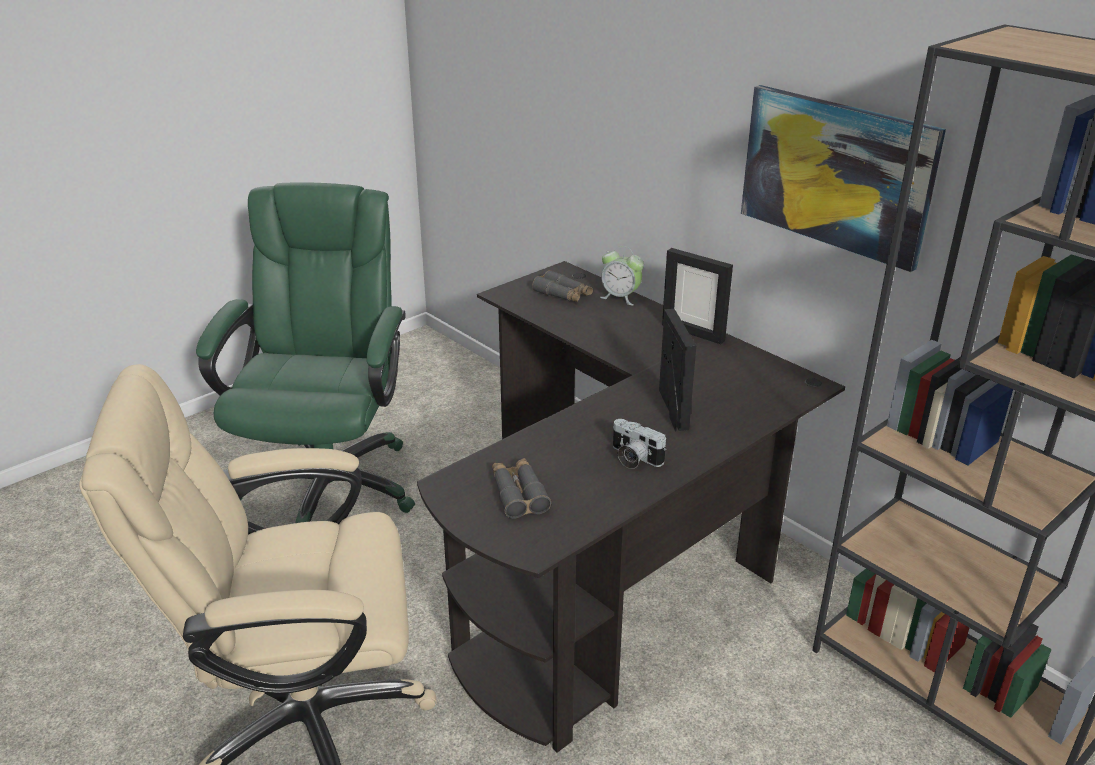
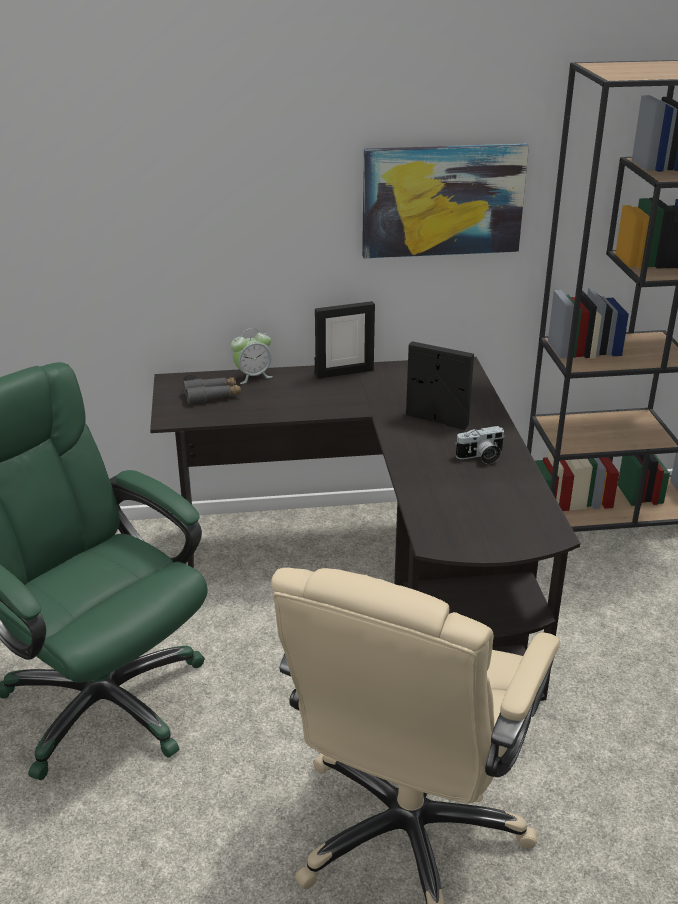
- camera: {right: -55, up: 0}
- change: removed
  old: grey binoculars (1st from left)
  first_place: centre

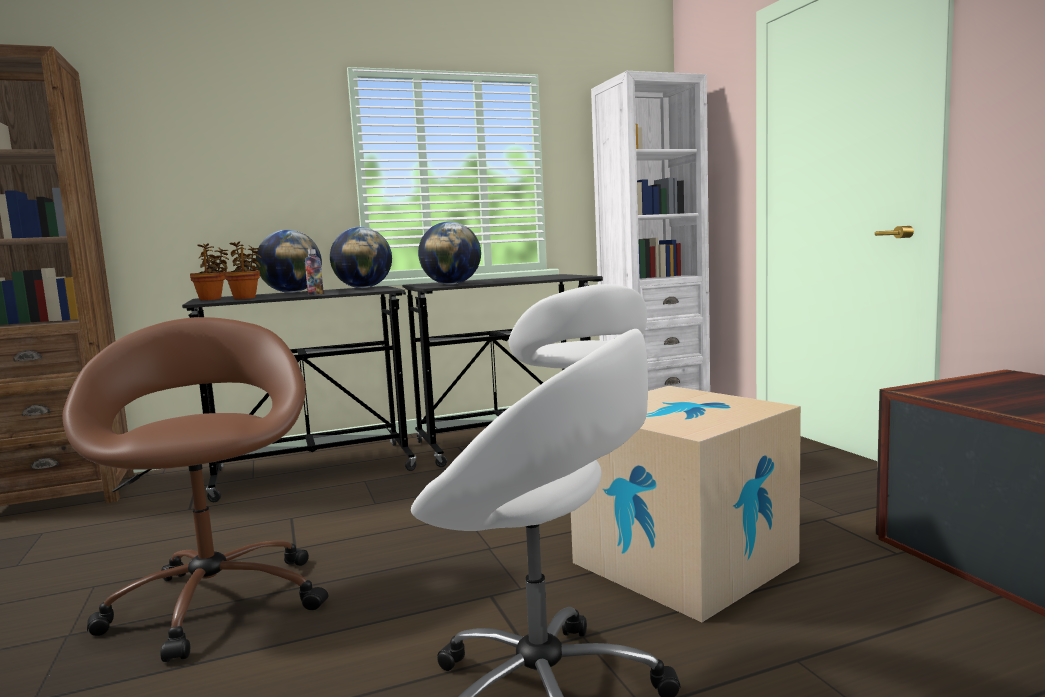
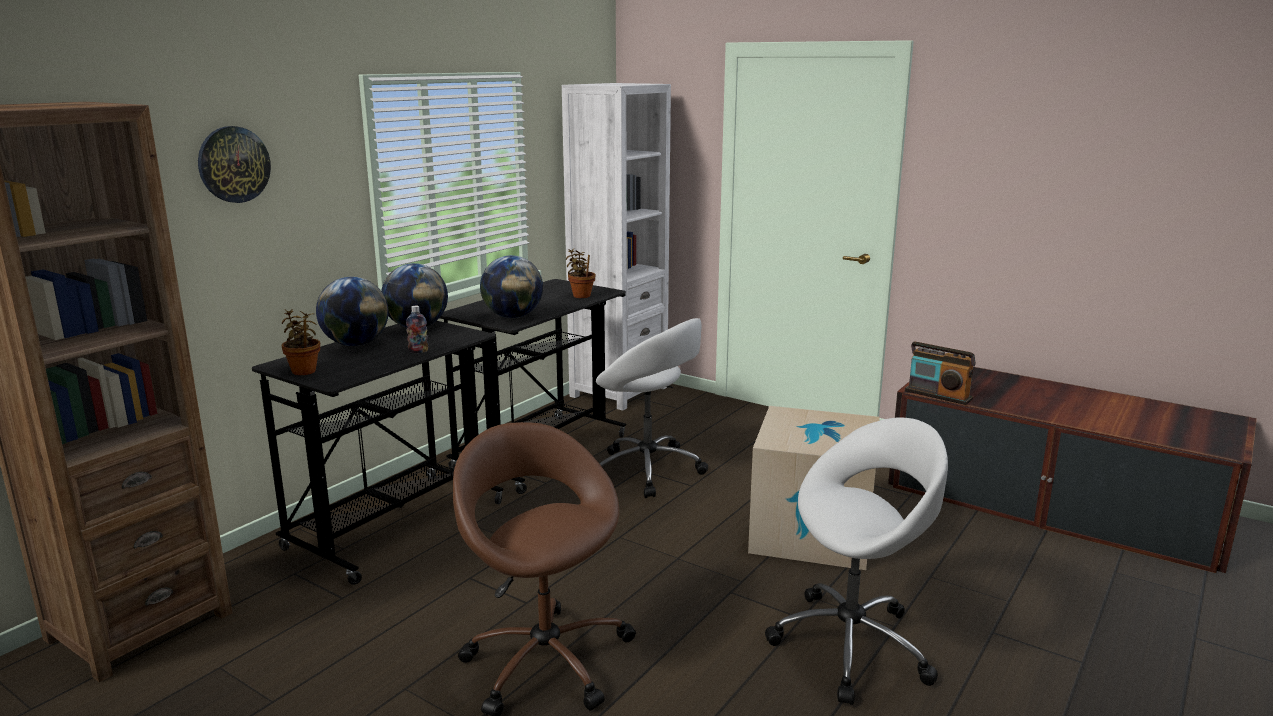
- camera: {right: -35, up: 10}
- change: added
  new: wall clock
  second_place: top left
- change: added
  new: radio
  second_place: middle right
- change: moved
  old: potted plant (2nd from left)
  first_place: middle left
  second_place: centre

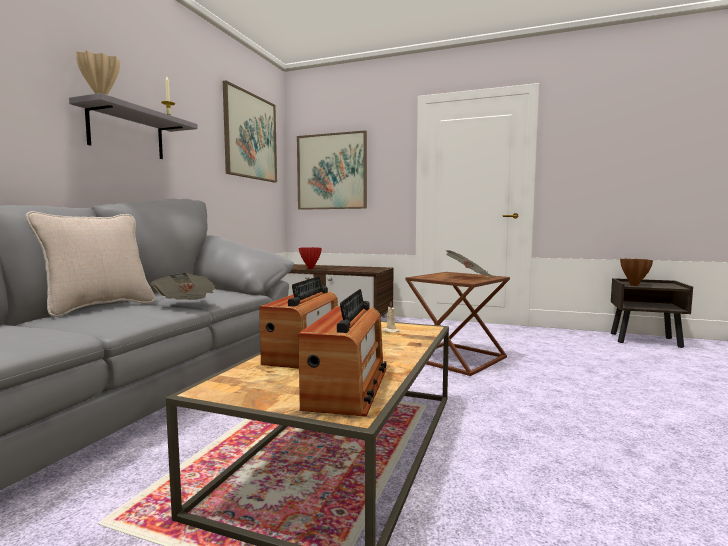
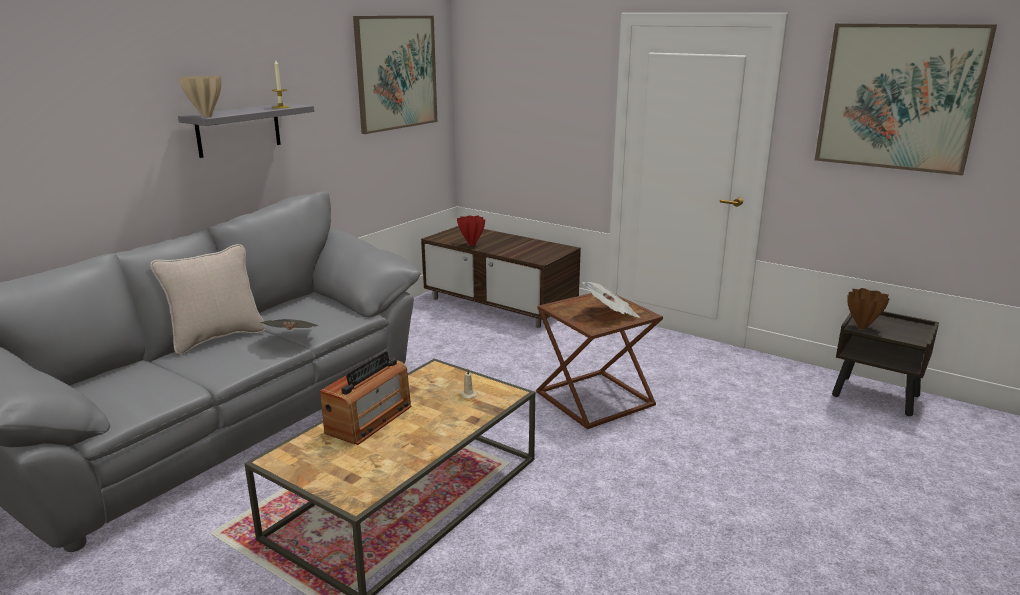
- camera: {right: 15, up: 15}
- change: removed
  old: radio (2nd from left)
  first_place: centre
- change: moved
  old: picture (2nd from left)
  first_place: top centre
  second_place: top right

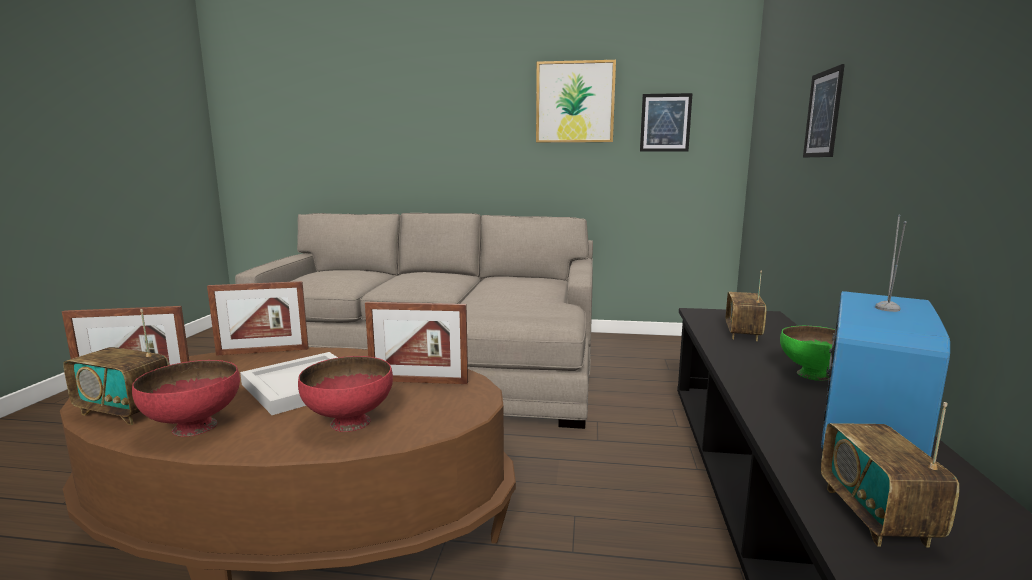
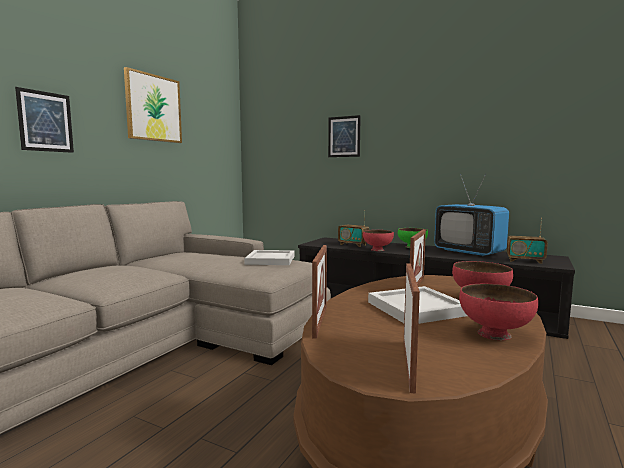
- camera: {right: -70, up: -5}
- change: removed
  old: radio (1st from left)
  first_place: middle left
- change: added
  new: white tray (1st from left)
  second_place: centre
- change: added
  new: red bowl (1st from left)
  second_place: centre
- change: moved
  old: picture (2nd from left in the first image)
  new: picture (1st from left)
  first_place: top centre
  second_place: top left

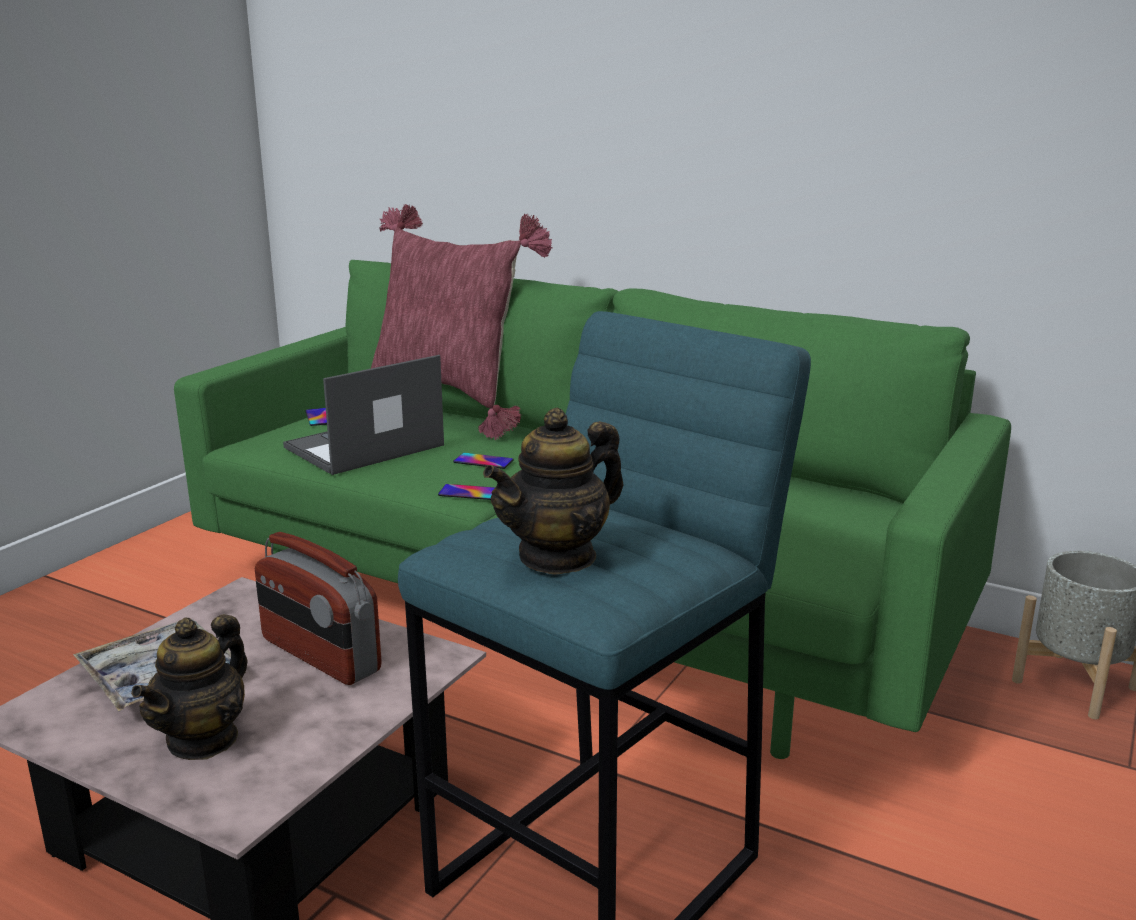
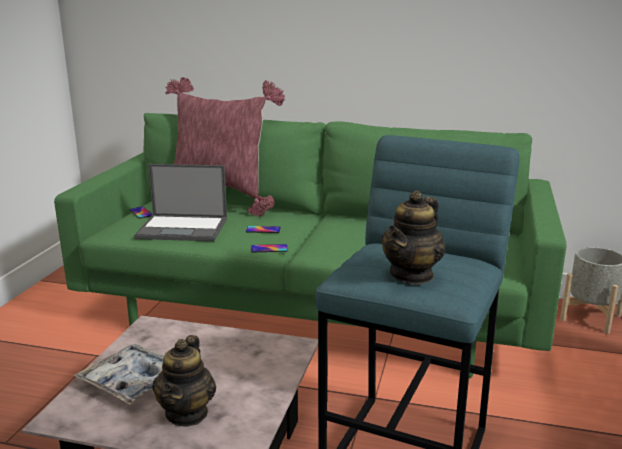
- camera: {right: -15, up: 0}
- change: removed
  old: radio
  first_place: middle left
- change: turned
  old: laptop
  first_place: middle left
  second_place: middle left
  degrees: -120

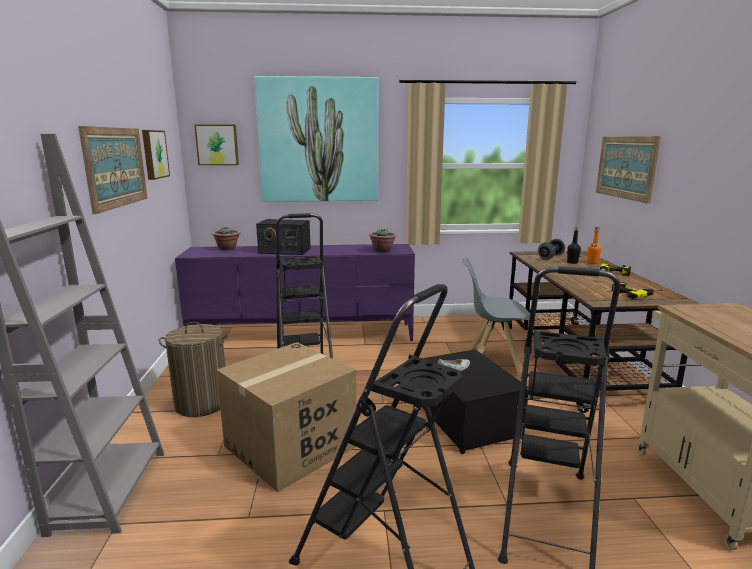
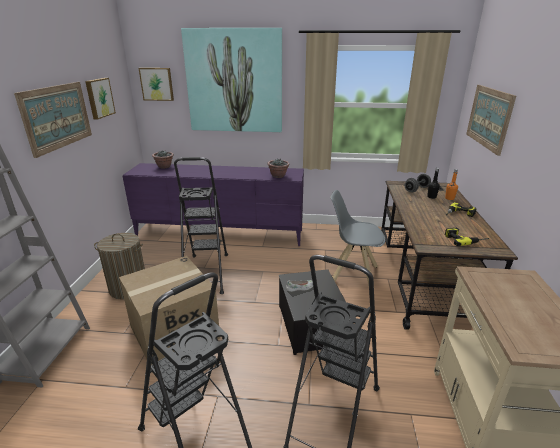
- camera: {right: 10, up: 10}
- change: removed
  old: radio
  first_place: centre

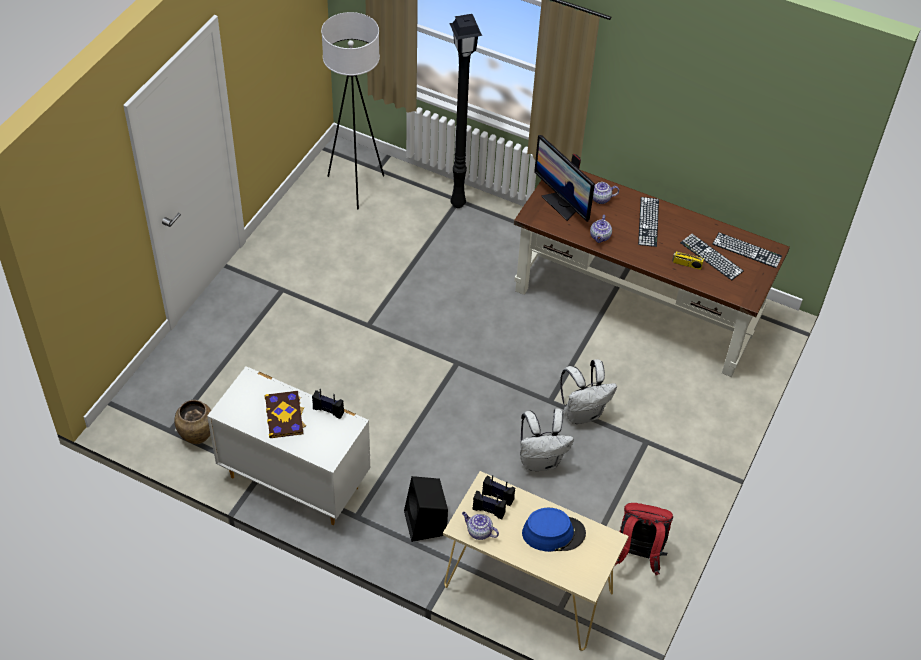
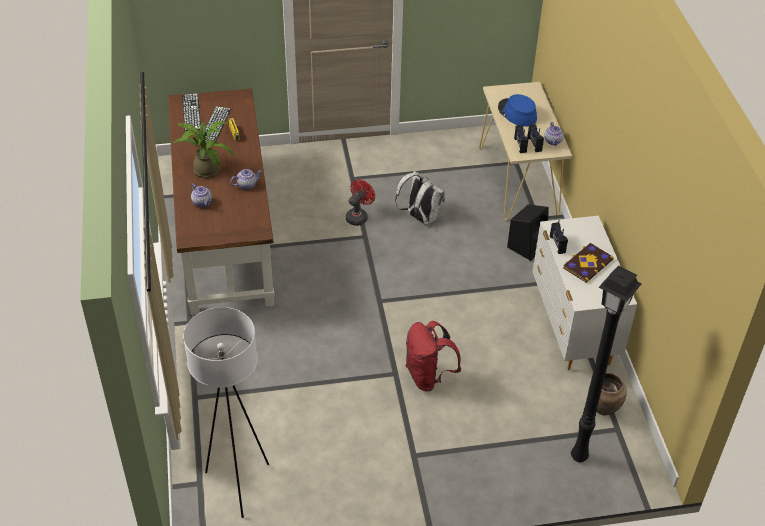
- camera: {right: -125, up: -5}
- change: removed
  old: monitor
  first_place: top centre
- change: moved
  old: black floor lamp
  first_place: top centre
  second_place: bottom right
- change: moved
  old: red backpack
  first_place: bottom right
  second_place: bottom centre
- change: replaced
  old: white backpack (2nd from left)
  new: red fan
  first_place: centre
  second_place: centre
- change: replaced
  old: keyboard (1st from left)
  new: potted plant
  first_place: middle right
  second_place: top left

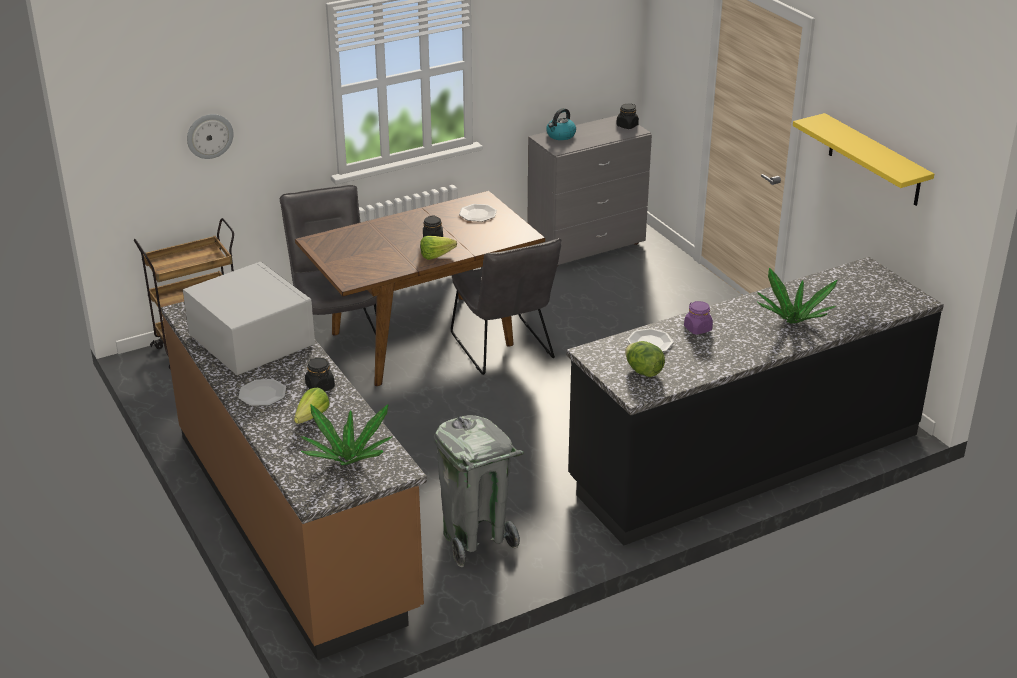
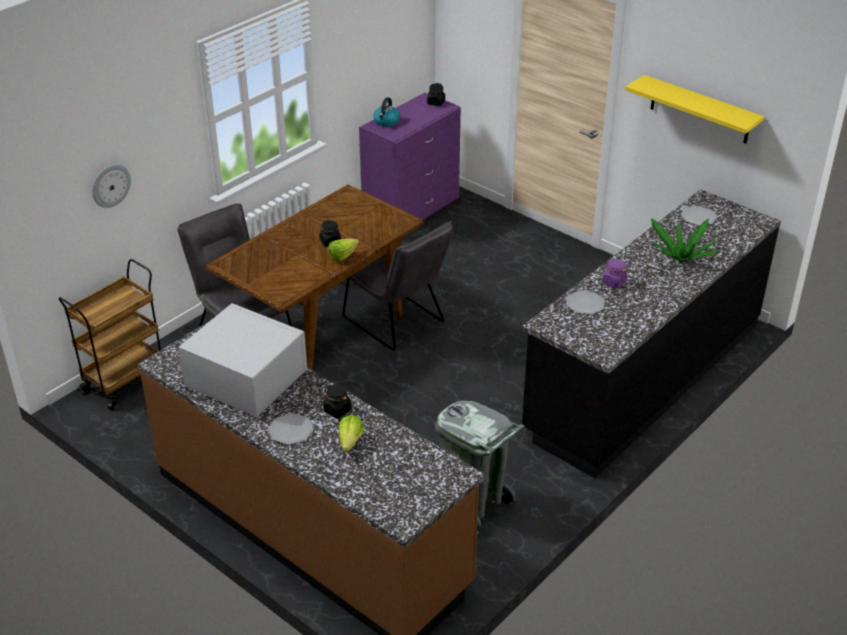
- camera: {right: -20, up: 5}
- change: removed
  old: potted plant (1st from left)
  first_place: centre
- change: removed
  old: lettuce (3rd from left)
  first_place: centre
- change: moved
  old: plate (2nd from left in the first image)
  new: plate (3rd from left)
  first_place: top centre
  second_place: middle right
- change: recoloured
  old: grey dresser
  new: purple dresser
  first_place: top centre
  second_place: top centre

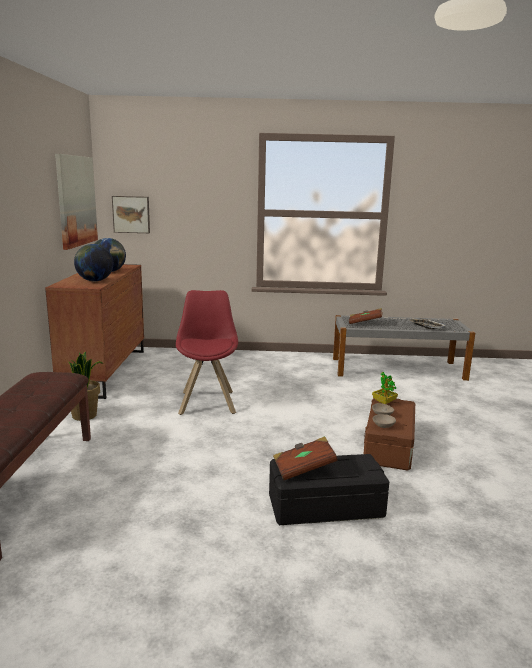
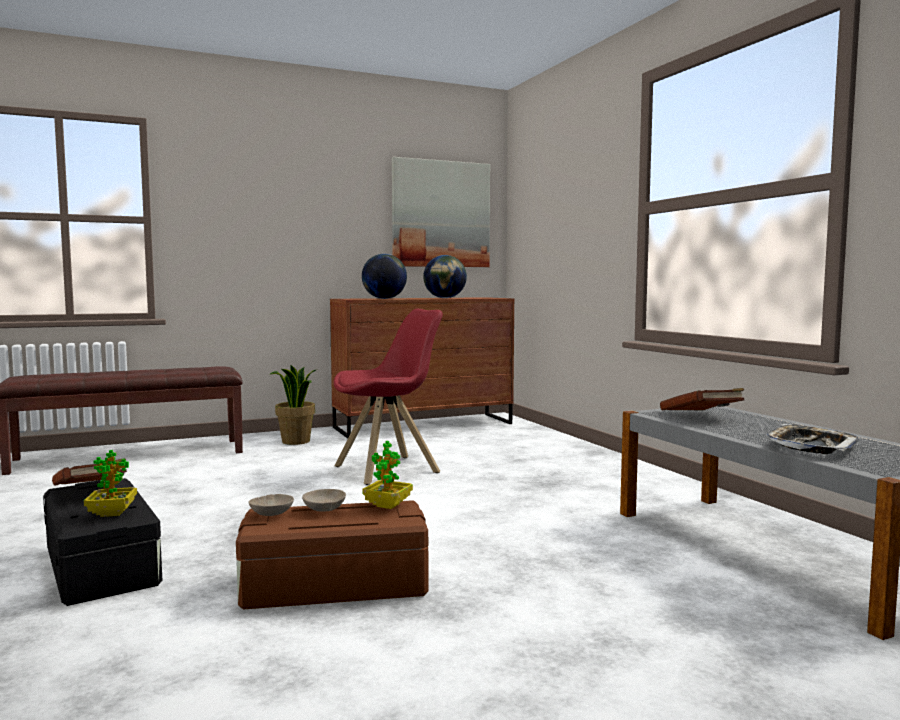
- camera: {right: 65, up: -10}
- change: removed
  old: picture (2nd from left)
  first_place: top left
- change: added
  new: potted plant (1st from left)
  second_place: bottom left

